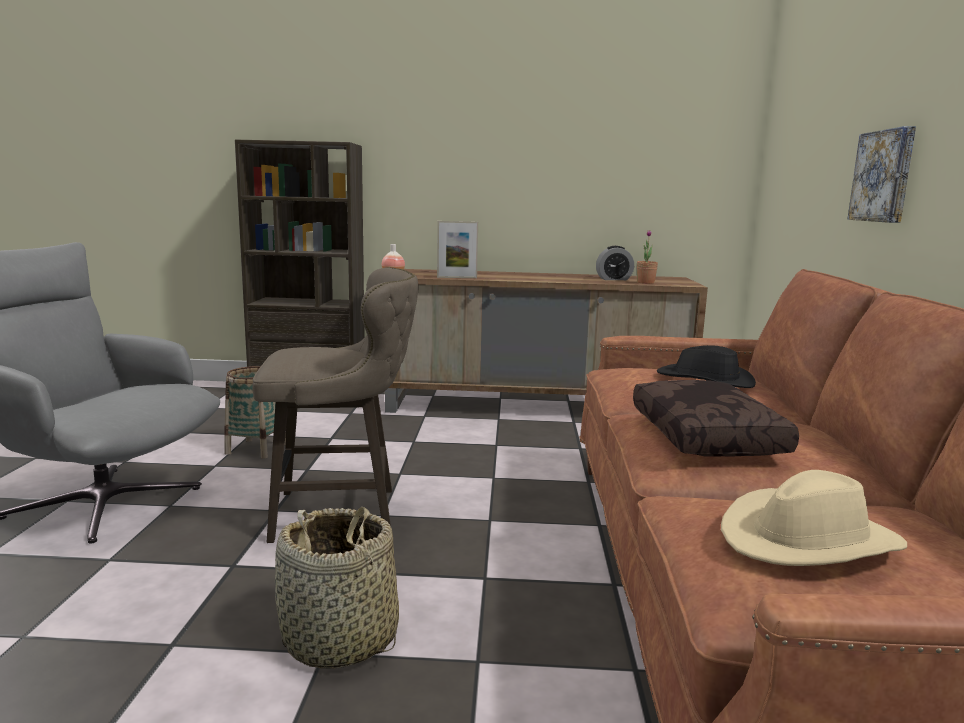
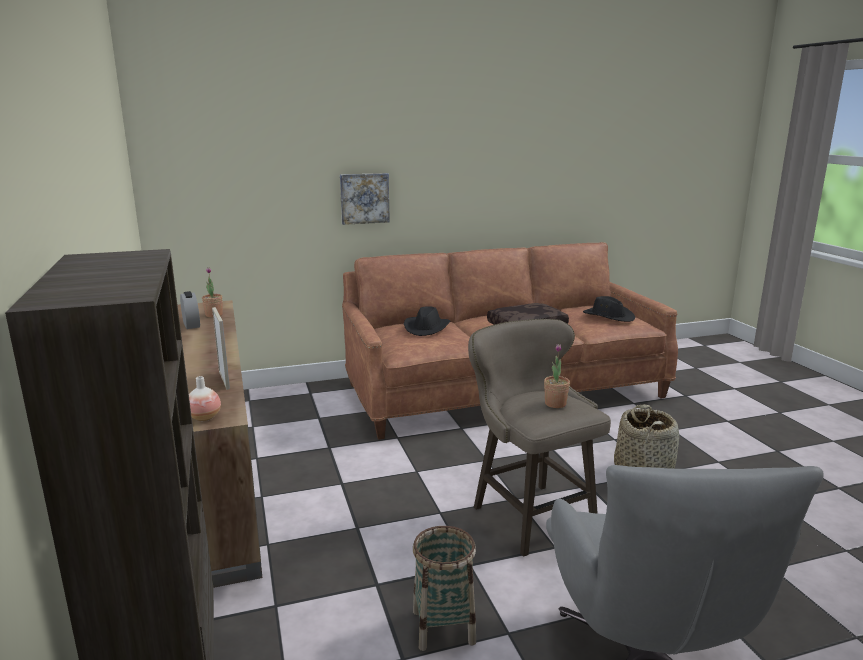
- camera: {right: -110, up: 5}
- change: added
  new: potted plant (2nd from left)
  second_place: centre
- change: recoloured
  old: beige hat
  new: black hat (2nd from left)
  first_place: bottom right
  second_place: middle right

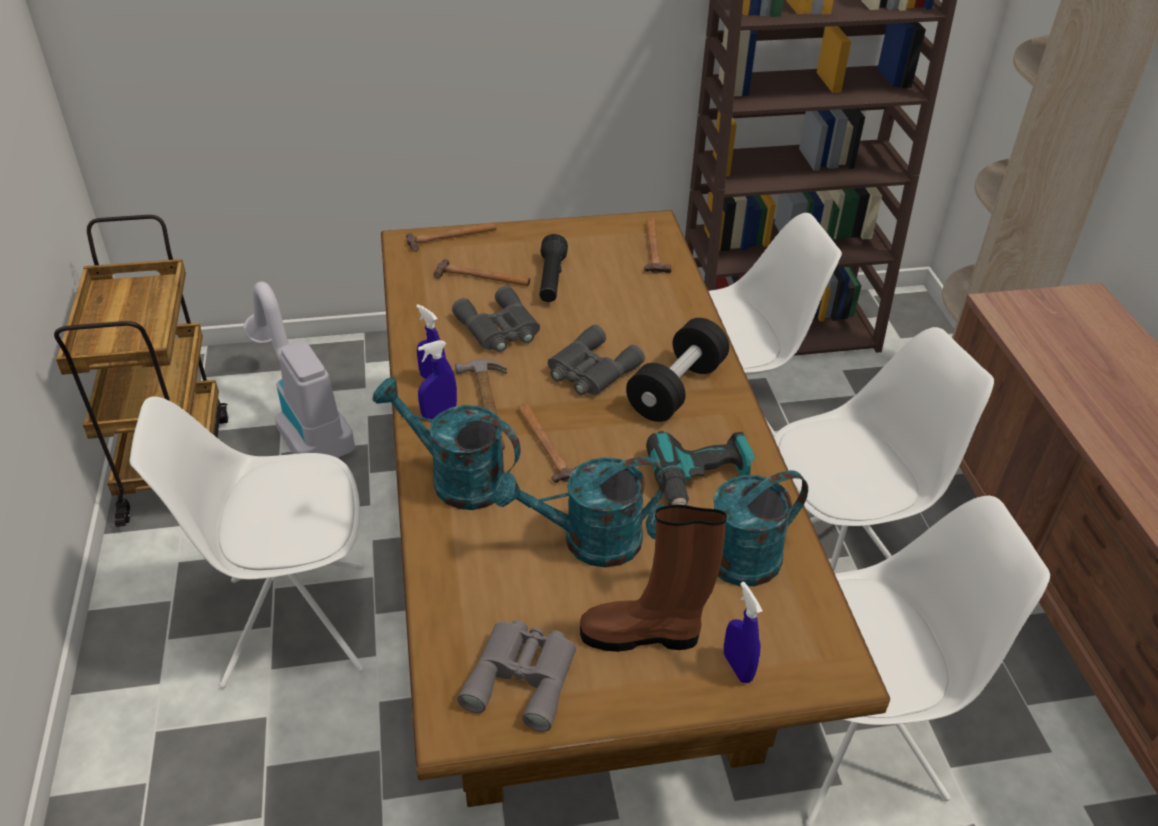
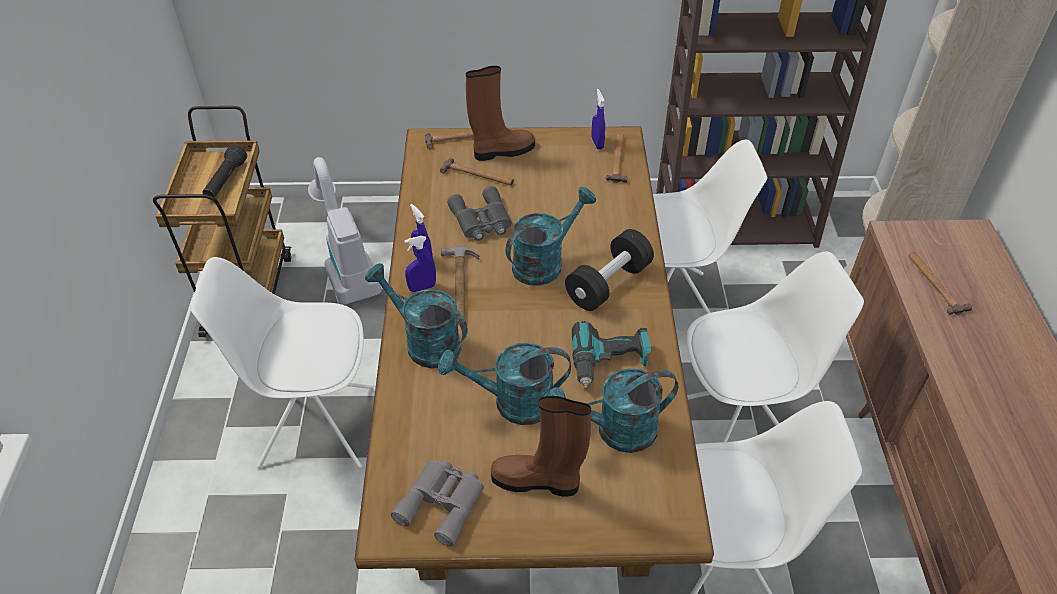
- camera: {right: 10, up: 5}
- change: added
  new: brown boot (1st from left)
  second_place: top centre
- change: moved
  old: hammer (4th from left in the first image)
  new: hammer (5th from left)
  first_place: centre
  second_place: middle right
- change: moved
  old: black flashlight
  first_place: top centre
  second_place: top left
- change: moved
  old: blue spray bottle (3rd from left)
  first_place: bottom centre
  second_place: top centre
- change: replaced
  old: grey binoculars (3rd from left)
  new: turquoise watering can (3rd from left)
  first_place: centre
  second_place: centre

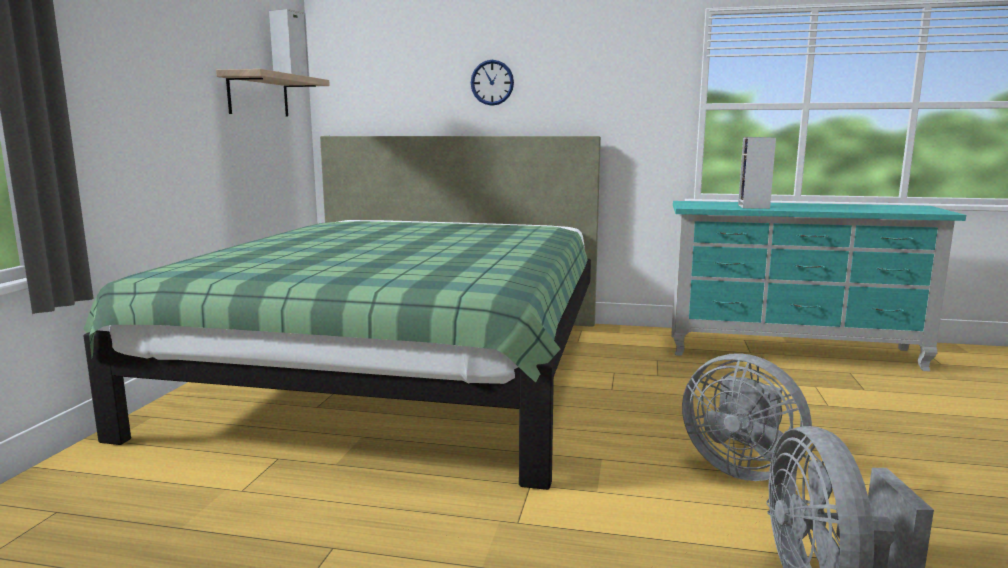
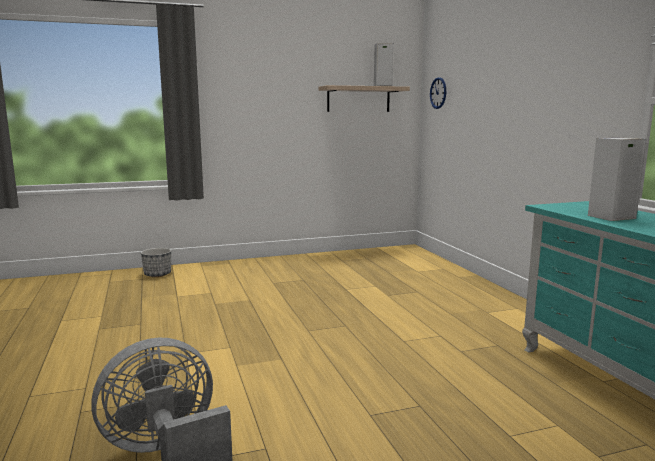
- camera: {right: 60, up: 0}
- change: removed
  old: green bed
  first_place: centre
- change: removed
  old: grey fan (1st from left)
  first_place: bottom right
- change: added
  new: planter
  second_place: middle left
- change: moved
  old: wall clock
  first_place: top centre
  second_place: top right

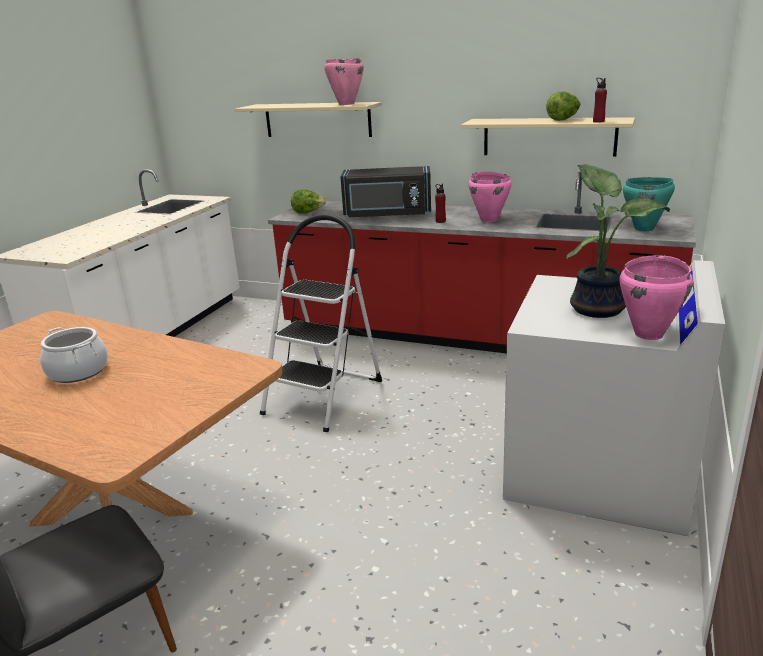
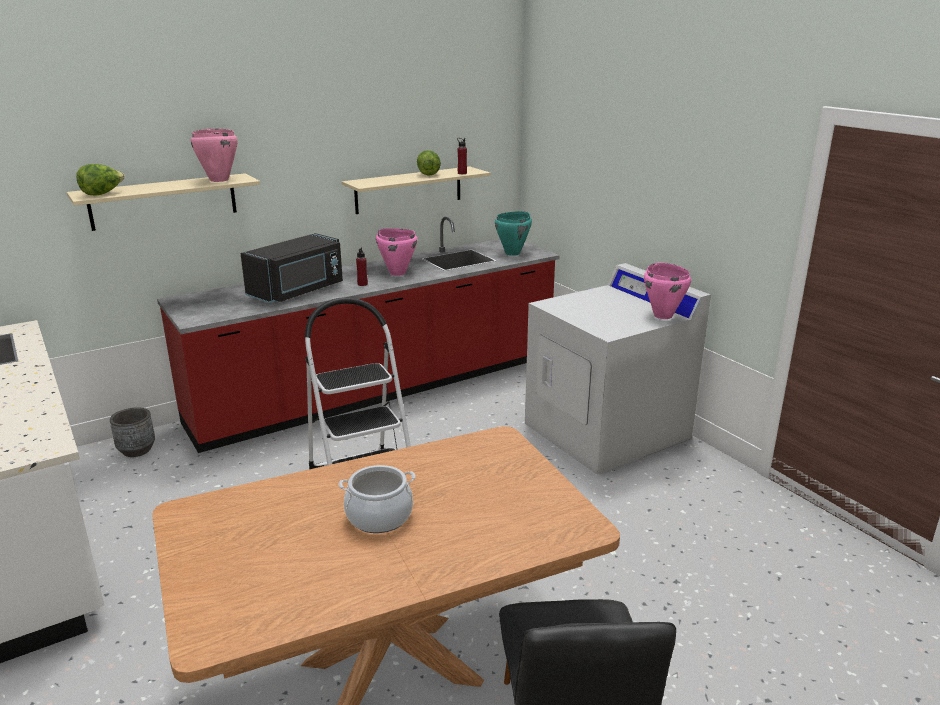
- camera: {right: -55, up: 0}
- change: removed
  old: potted plant
  first_place: middle right
- change: added
  new: grey planter
  second_place: middle left
- change: moved
  old: lettuce (1st from left)
  first_place: top centre
  second_place: top left

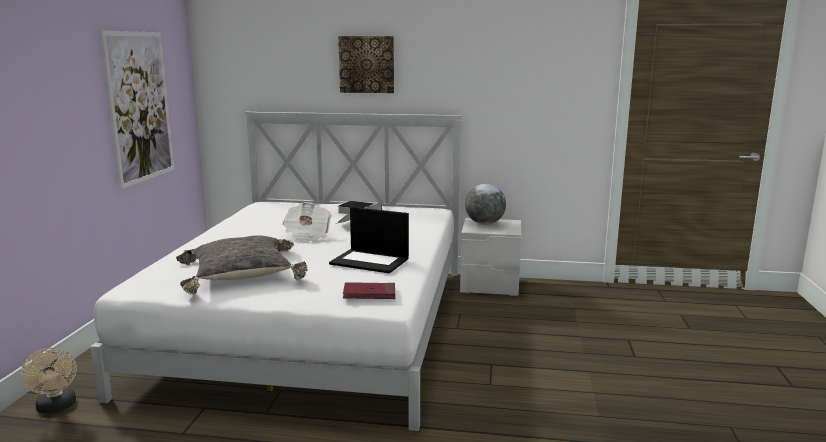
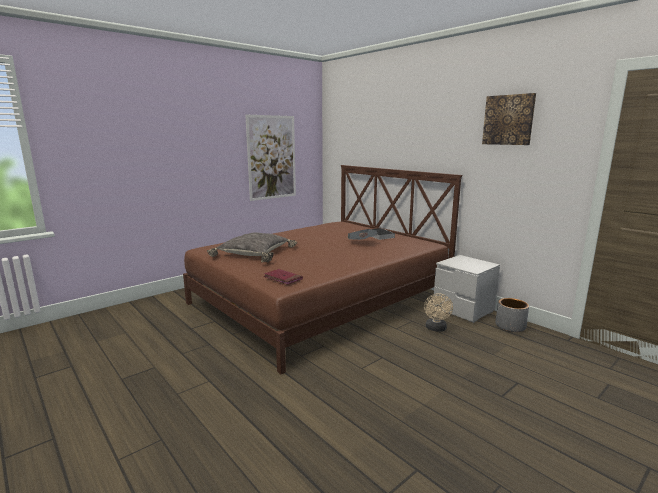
- camera: {right: 40, up: 0}
- change: removed
  old: newspaper (1st from left)
  first_place: centre
- change: removed
  old: laptop
  first_place: centre
- change: removed
  old: globe
  first_place: centre
- change: added
  new: grey planter
  second_place: middle right
- change: moved
  old: beige fan
  first_place: bottom left
  second_place: centre
- change: moved
  old: picture (2nd from left)
  first_place: top centre
  second_place: top right
- change: recoloured
  old: white bed
  new: brown bed
  first_place: centre
  second_place: centre

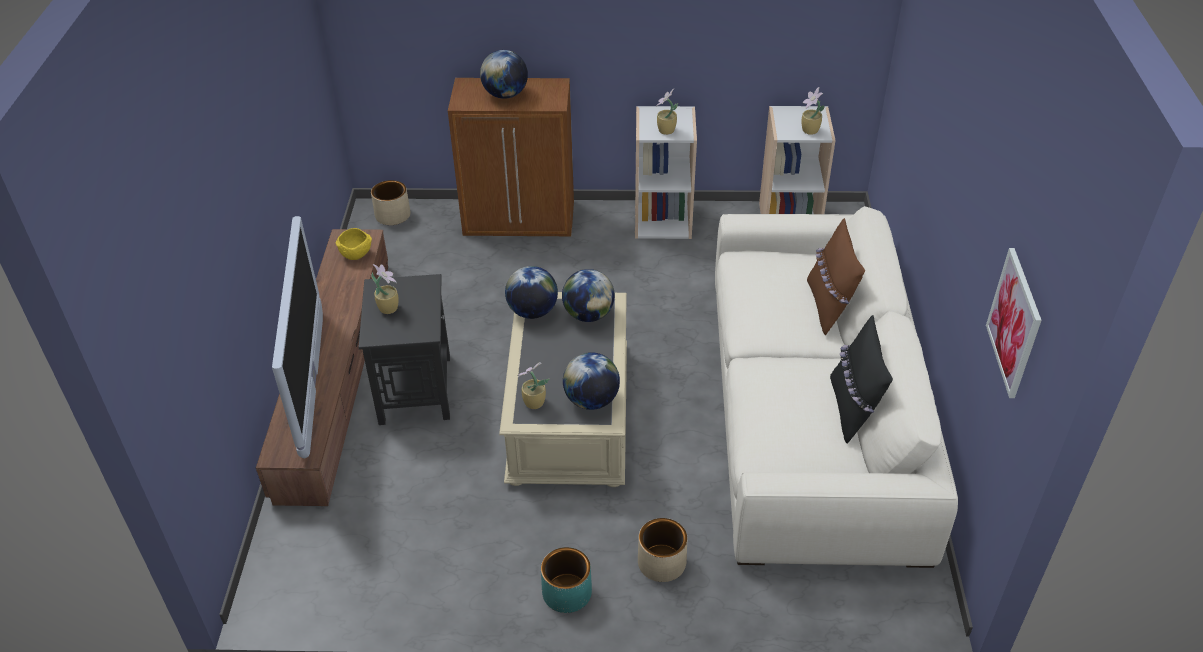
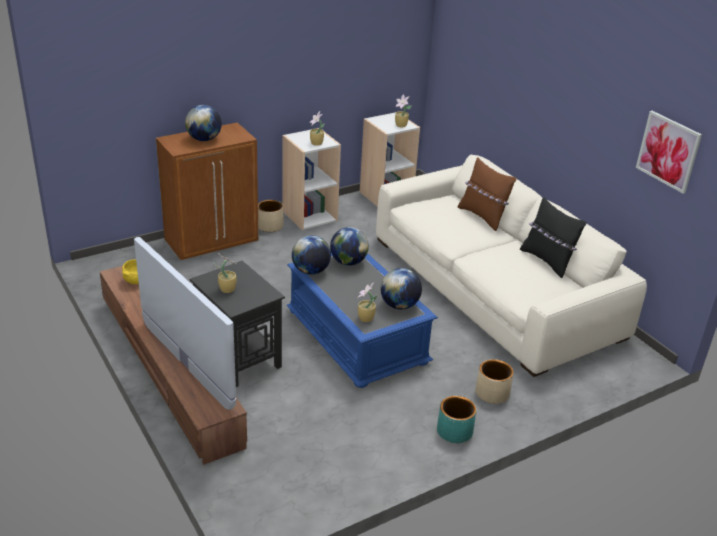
- camera: {right: -35, up: -10}
- change: moved
  old: beige planter (1st from left)
  first_place: top left
  second_place: centre
- change: recoloured
  old: beige coffee table
  new: blue coffee table
  first_place: centre
  second_place: centre

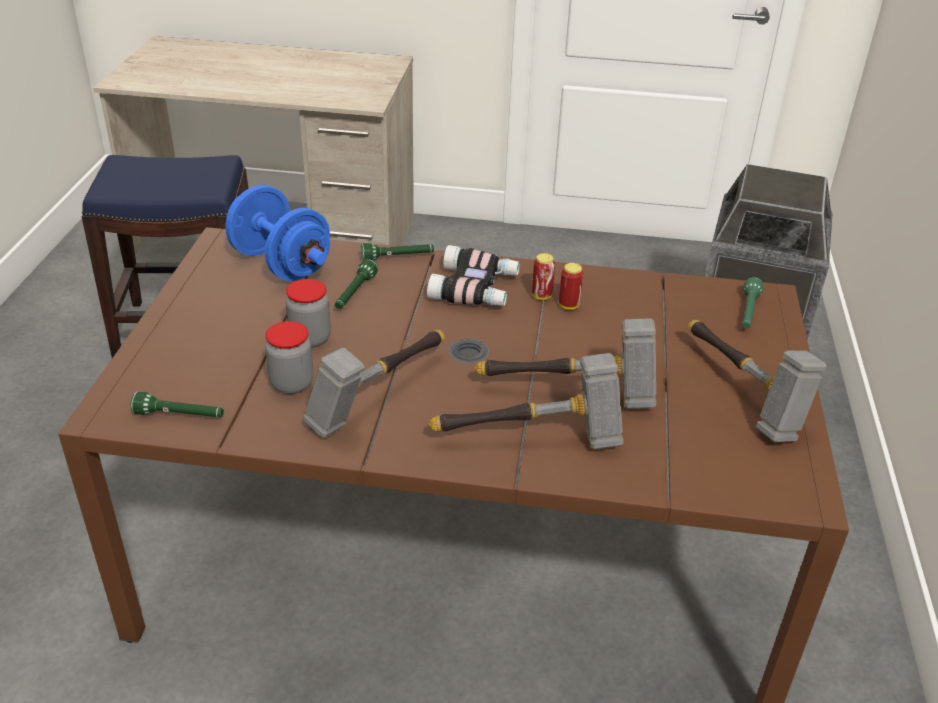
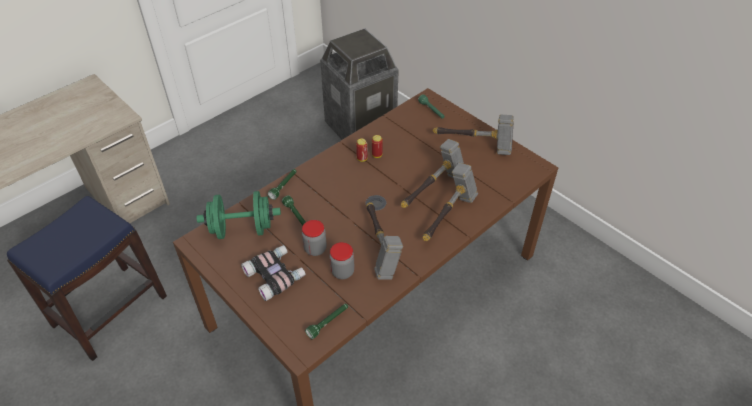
- camera: {right: -50, up: 10}
- change: moved
  old: binoculars
  first_place: centre
  second_place: bottom centre
- change: recoloured
  old: blue dumbbell
  new: green dumbbell
  first_place: top left
  second_place: middle left

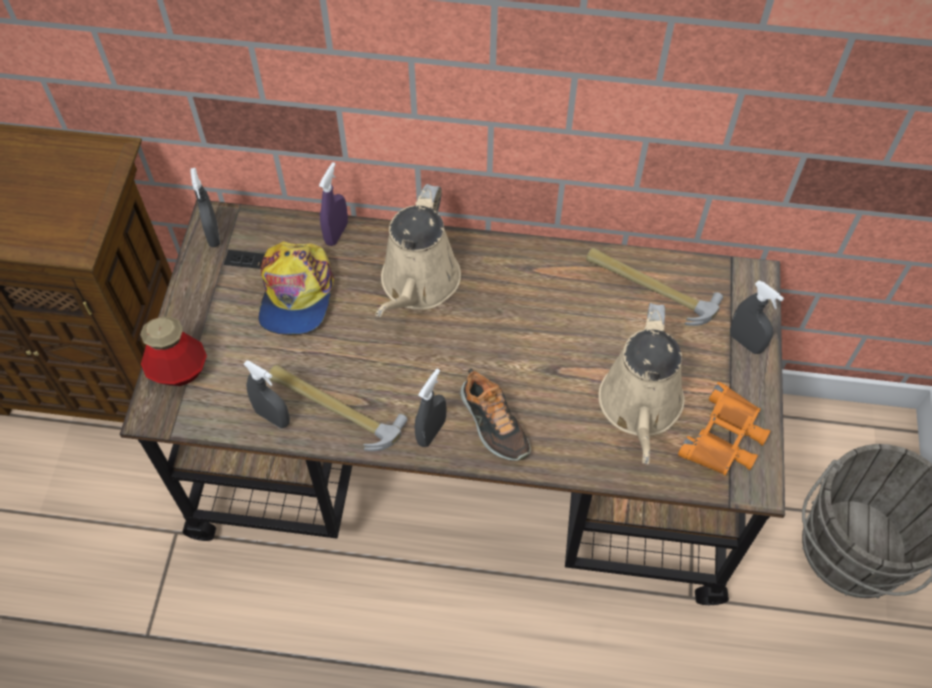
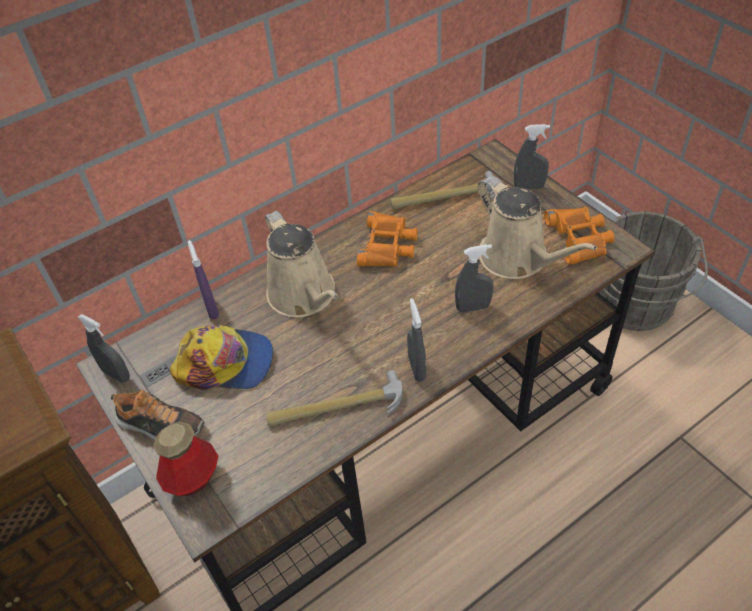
- camera: {right: -40, up: -10}
- change: added
  new: orange binoculars (1st from left)
  second_place: centre
- change: moved
  old: grey spray bottle (2nd from left in the first image)
  new: grey spray bottle (3rd from left)
  first_place: middle left
  second_place: centre
- change: moved
  old: shoe
  first_place: centre
  second_place: bottom left
- change: turned
  old: cap
  first_place: middle left
  second_place: middle left
  degrees: -45

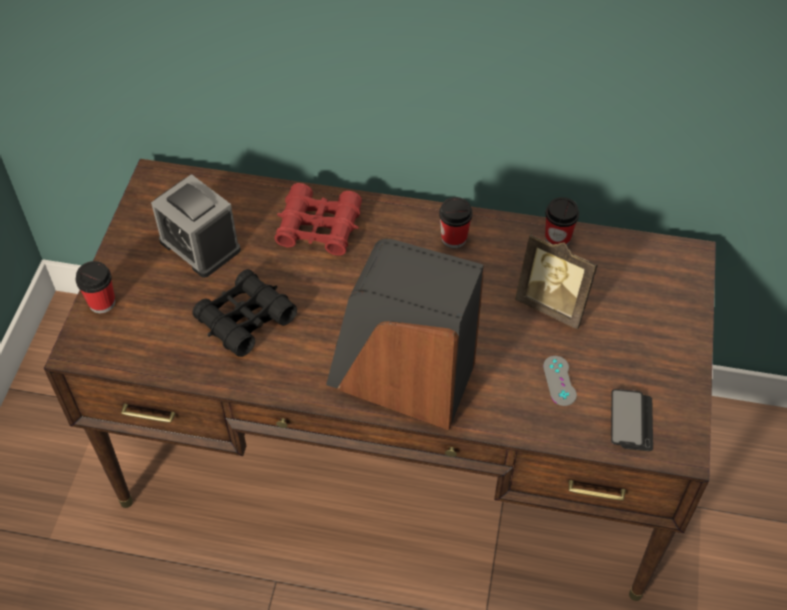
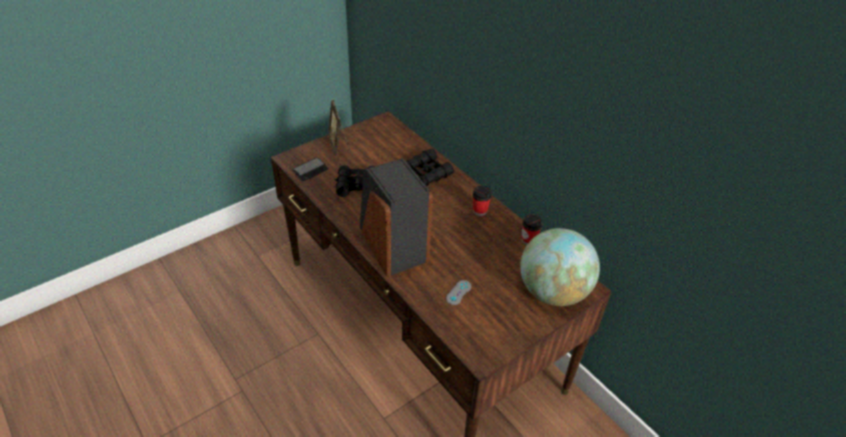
- camera: {right: 40, up: -10}
- change: removed
  old: cup (1st from left)
  first_place: middle left
- change: removed
  old: alarm clock
  first_place: middle left
- change: added
  new: globe
  second_place: centre
- change: moved
  old: picture frame
  first_place: middle right
  second_place: top centre
- change: moved
  old: phone
  first_place: bottom right
  second_place: centre
- change: recoloured
  old: red binoculars
  new: black binoculars (2nd from left)
  first_place: centre
  second_place: centre

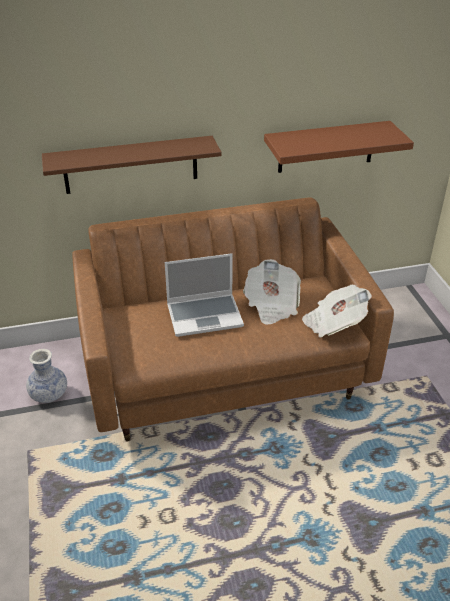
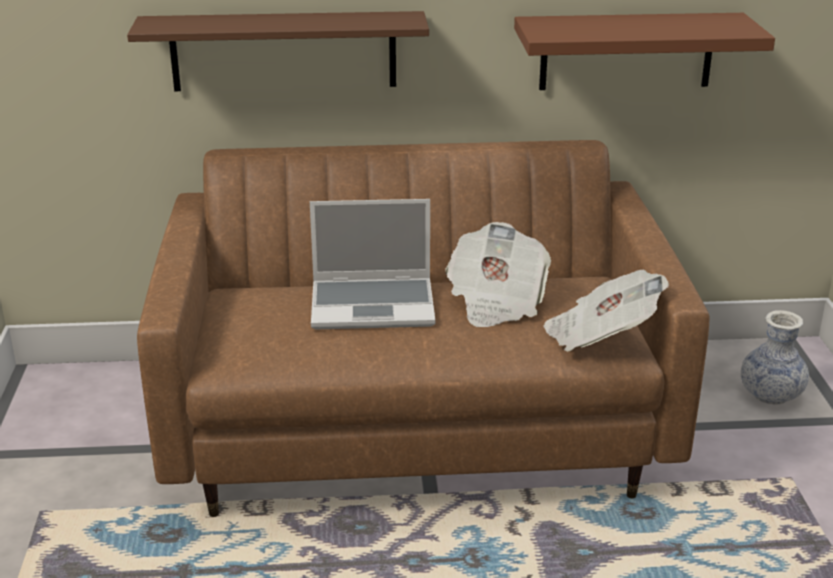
- camera: {right: 10, up: -10}
- change: moved
  old: vase
  first_place: middle left
  second_place: middle right

